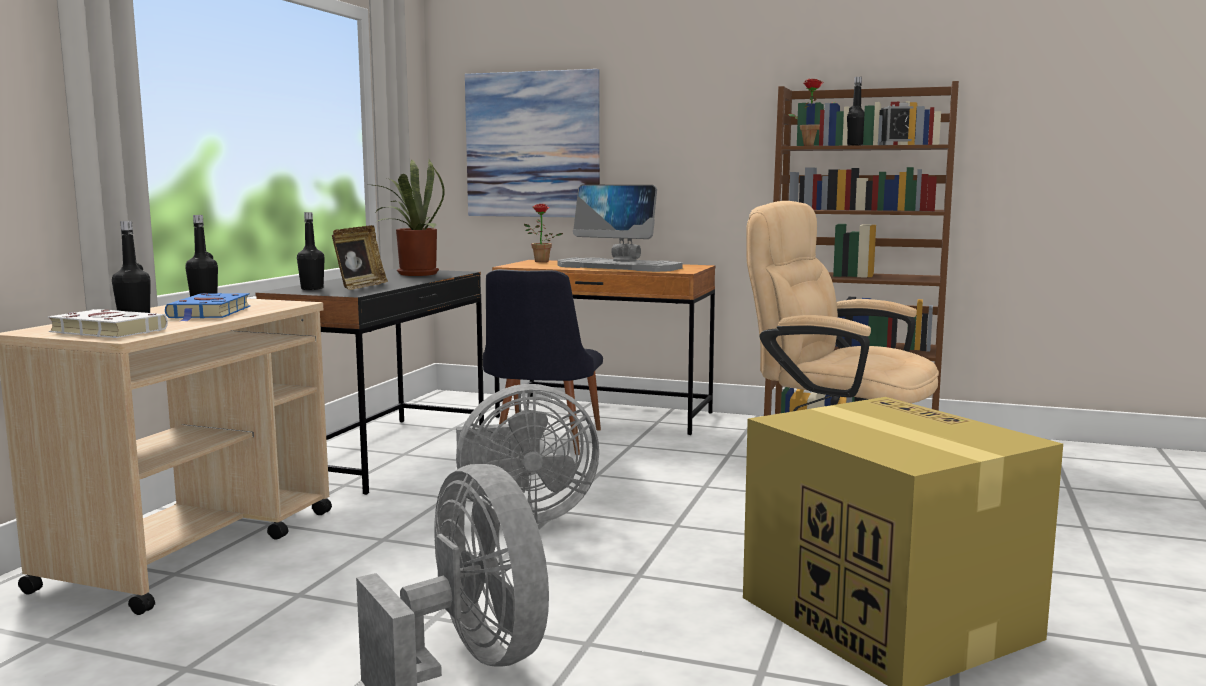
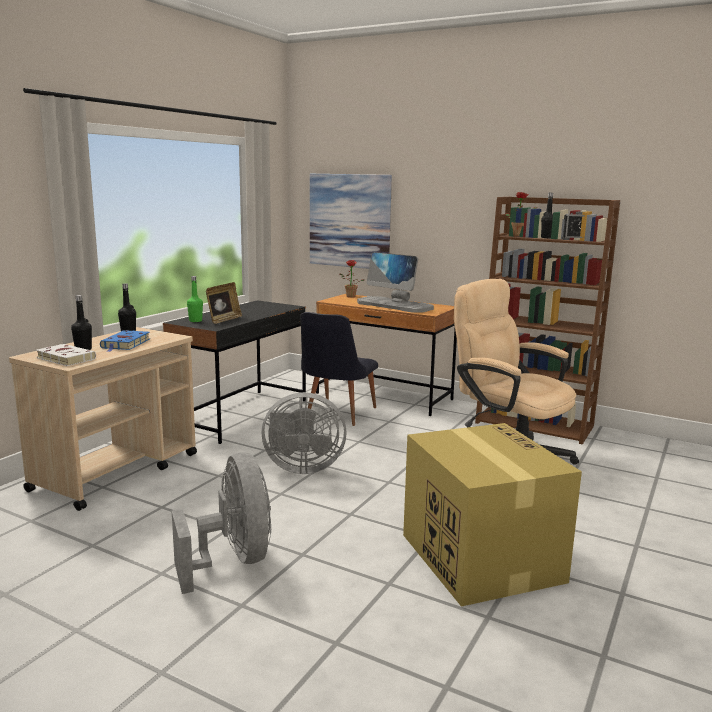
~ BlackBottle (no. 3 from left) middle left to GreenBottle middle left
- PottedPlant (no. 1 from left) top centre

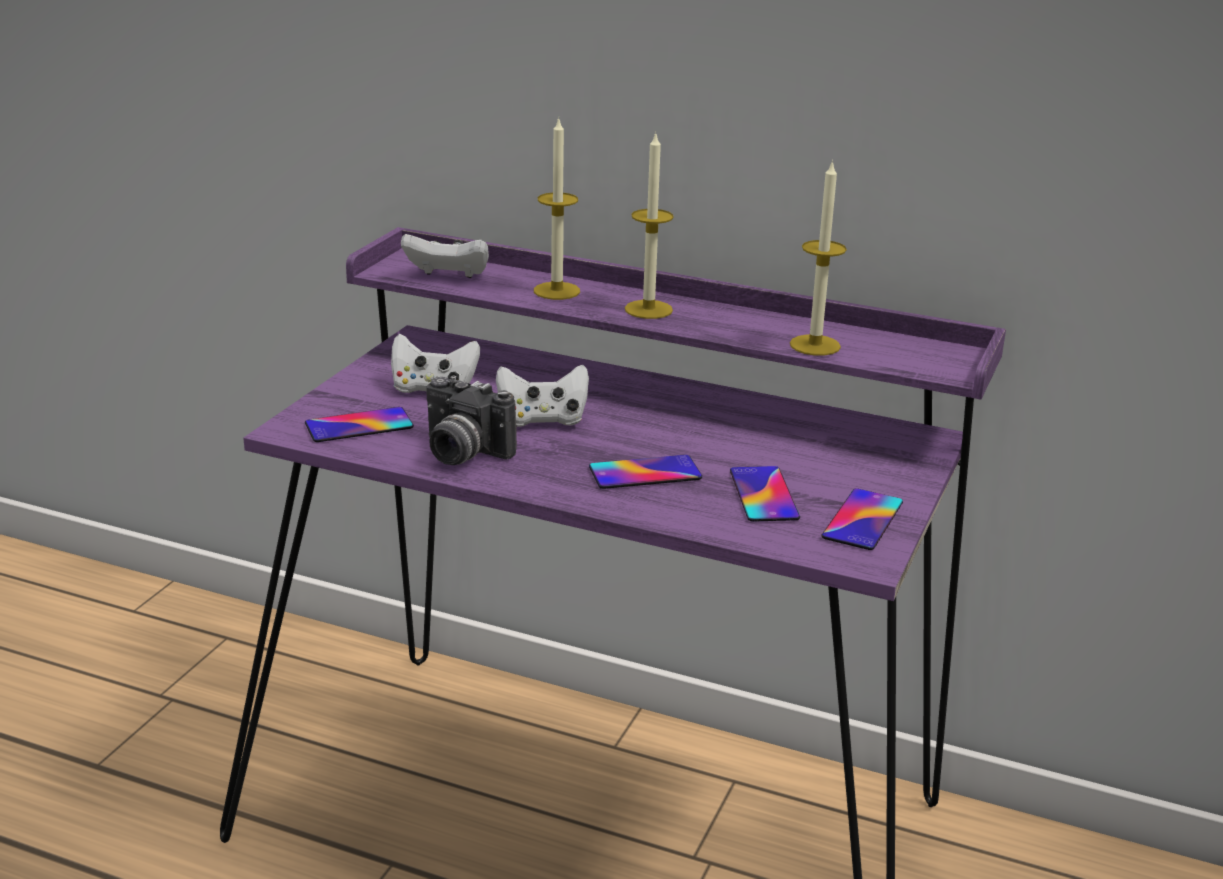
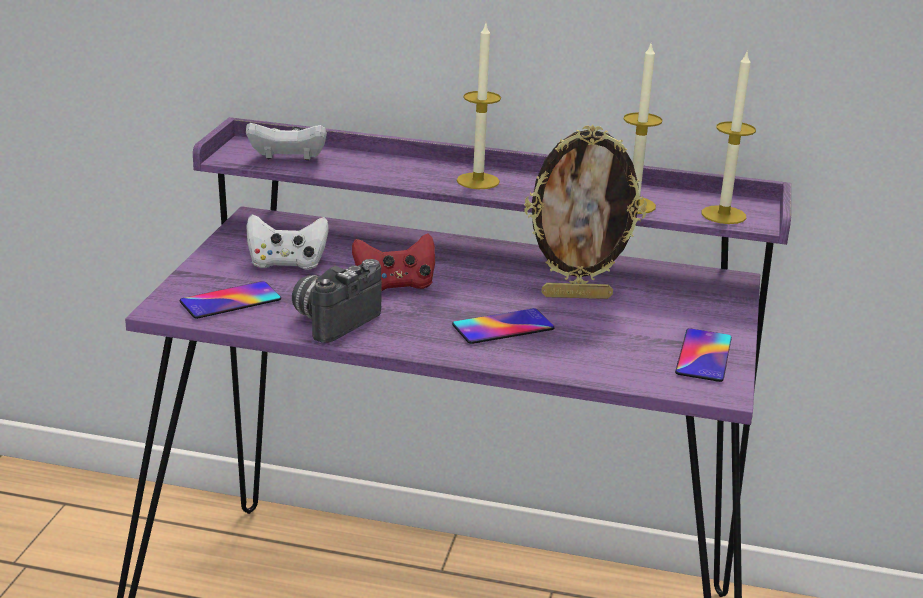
~ PhotoCamera centre = centre 105 degrees clockwise
~ WhiteGameController (no. 3 from left) centre to RedGameController centre
+ PictureFrame centre
~ Candle (no. 1 from left in the first image) top centre to Candle (no. 3 from left) top right
- Phone (no. 3 from left) centre

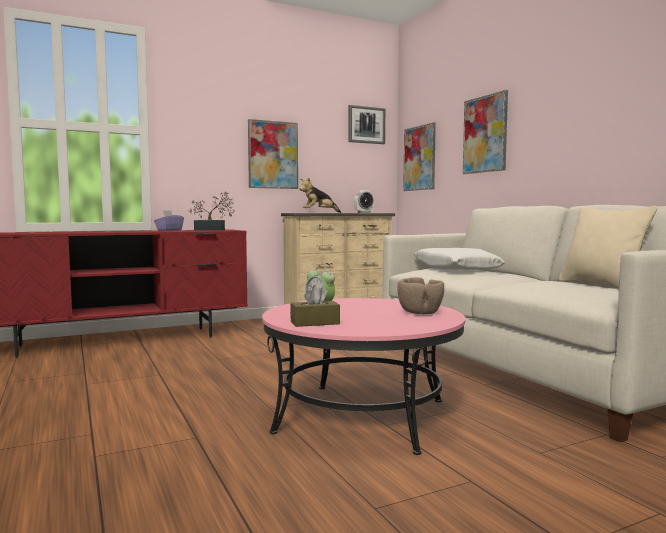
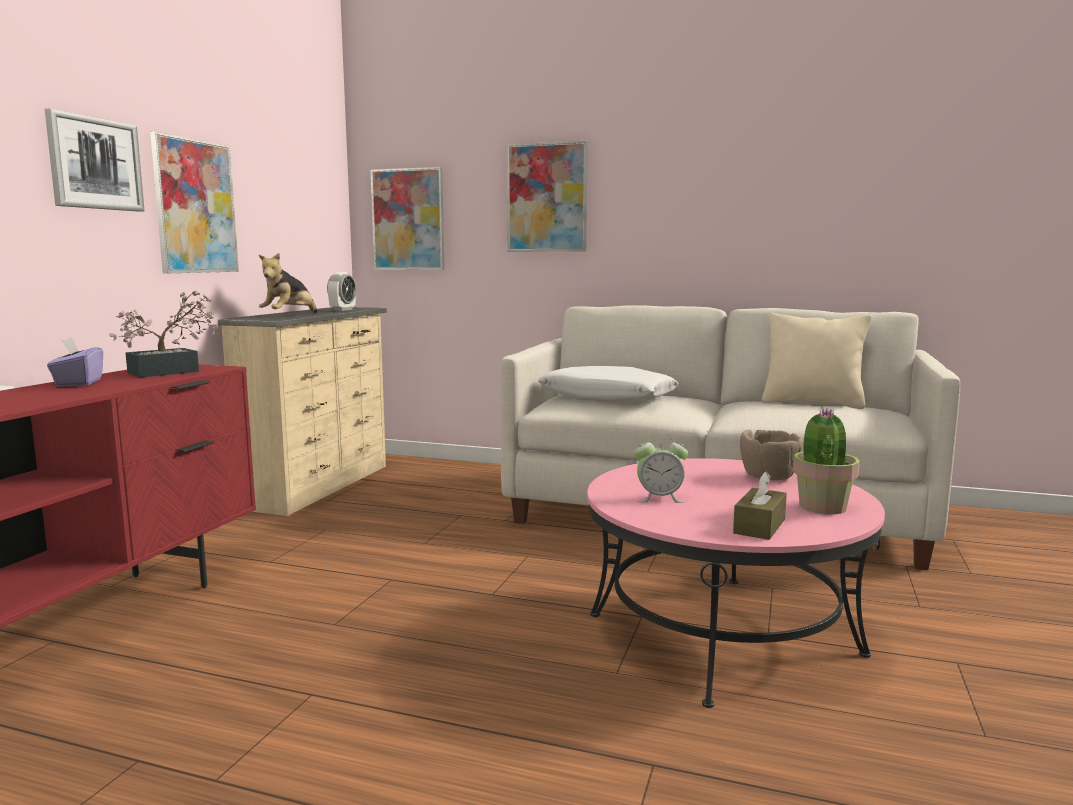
~ Picture (no. 2 from left in the first image) top centre to Picture (no. 1 from left) top left
+ PottedPlant (no. 2 from left) middle right

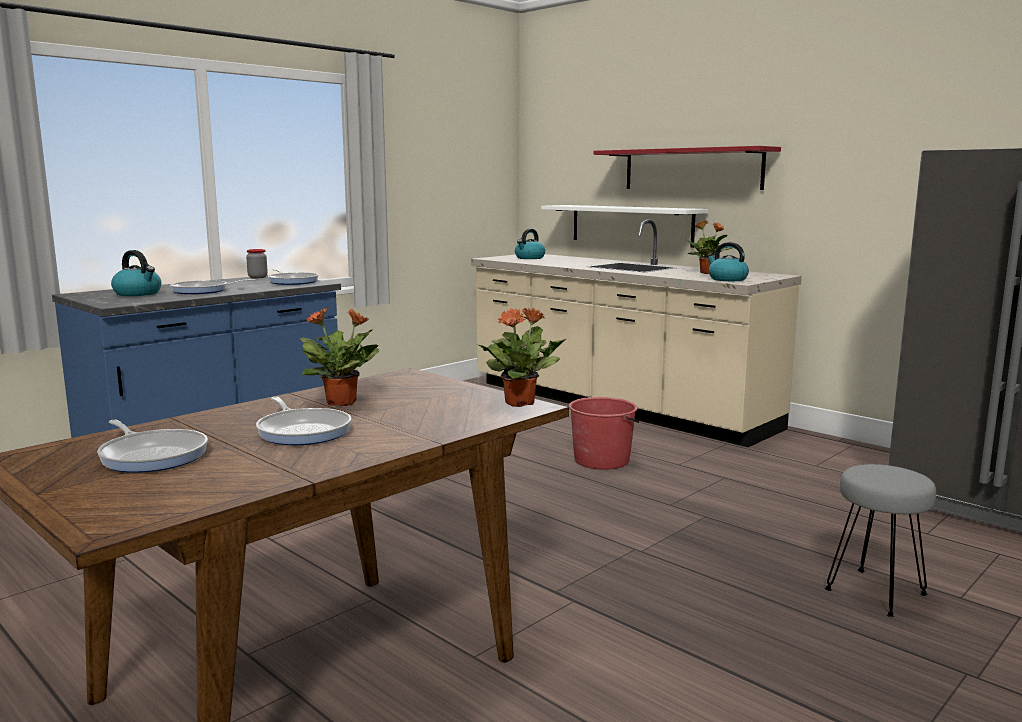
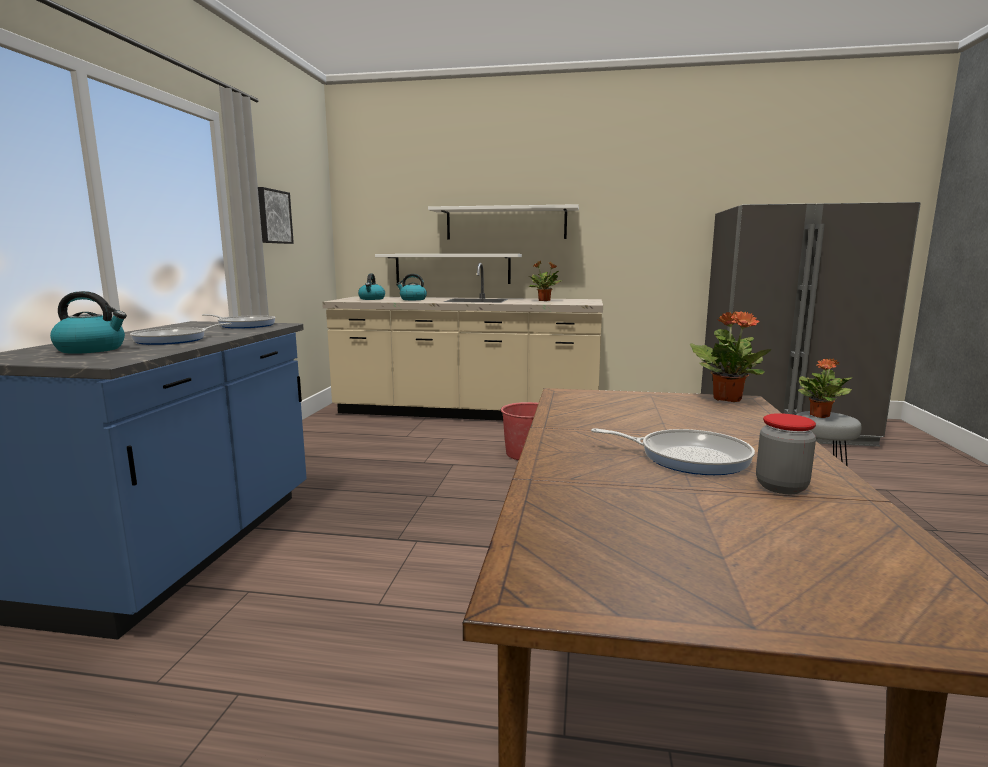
+ Picture top left
~ Kettle (no. 3 from left) middle right to centre
~ RedShelf top right to WhiteShelf (no. 2 from left) top centre
~ Jar middle left to middle right
~ PottedPlant (no. 1 from left in the first image) middle left to PottedPlant (no. 3 from left) middle right
- FryingPan (no. 1 from left) middle left

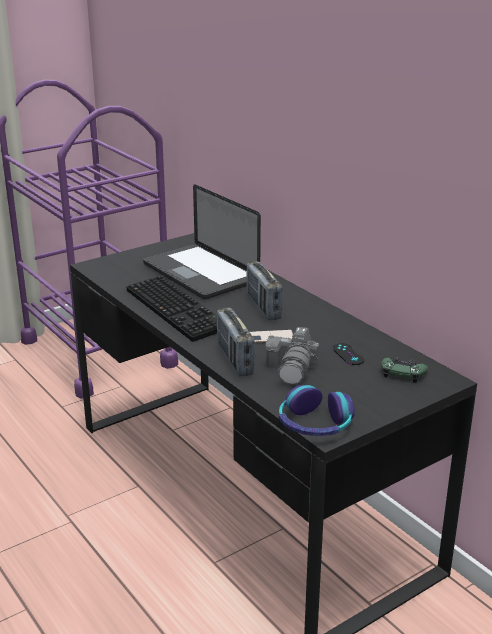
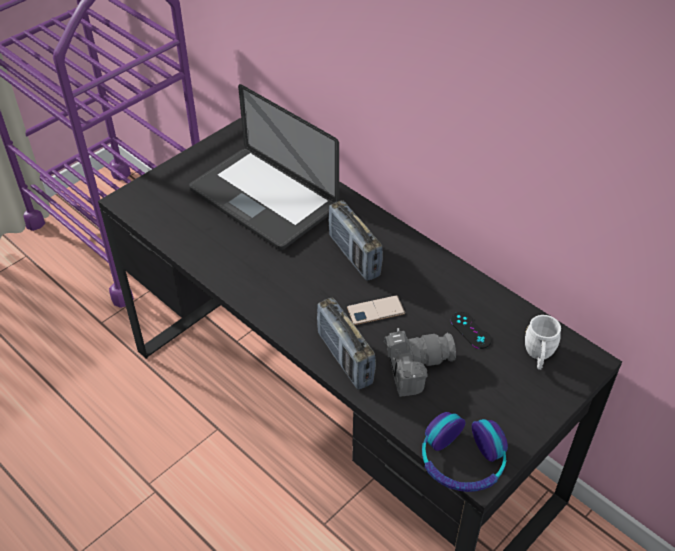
~ PhotoCamera centre = centre 105 degrees counterclockwise
~ GreenGameController middle right to WhiteMug middle right
- Keyboard centre

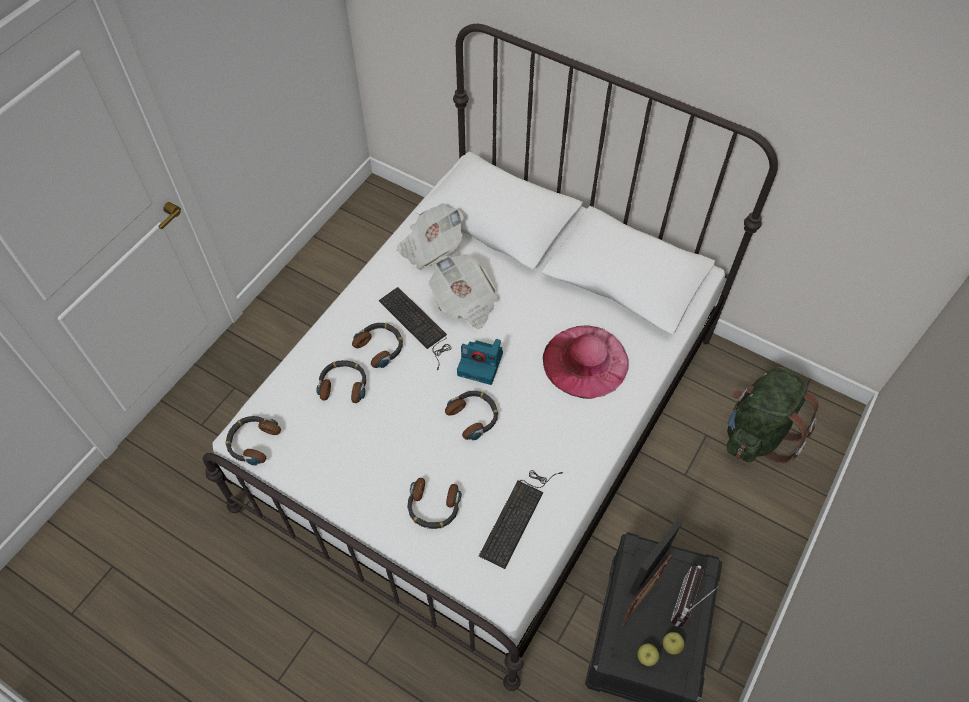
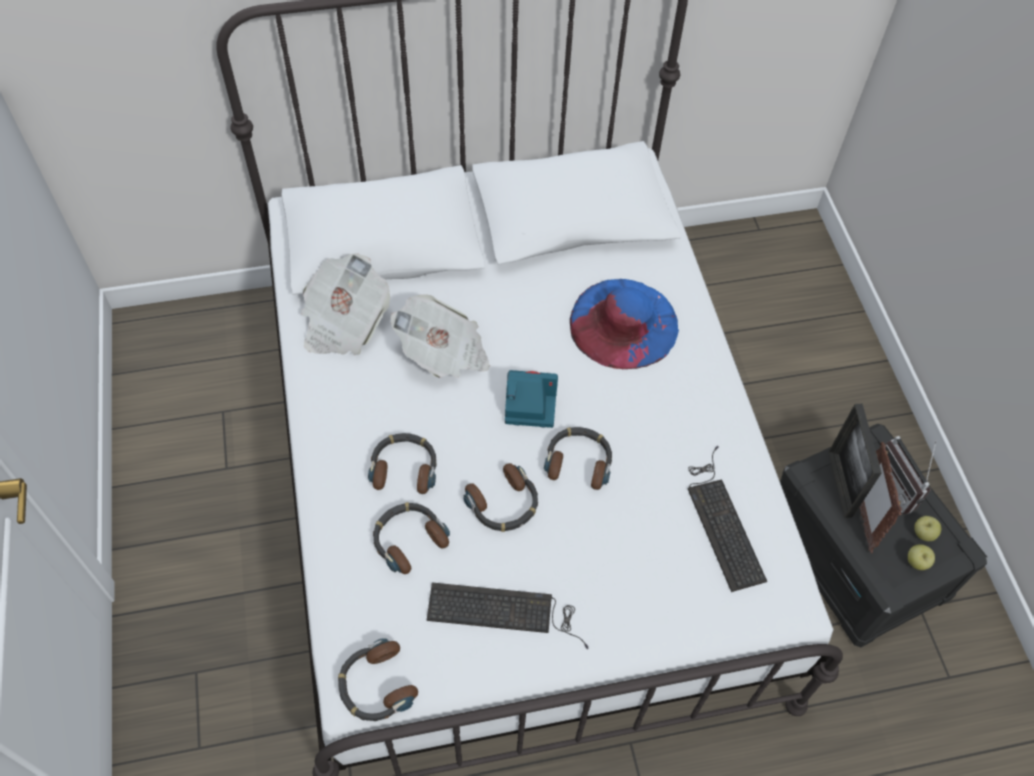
~ Keyboard (no. 1 from left) centre to bottom centre
~ Headphones (no. 4 from left) bottom centre to centre
~ PhotoCamera centre = centre 150 degrees counterclockwise
~ PinkHat centre to BlueHat centre
- GreenBackpack middle right

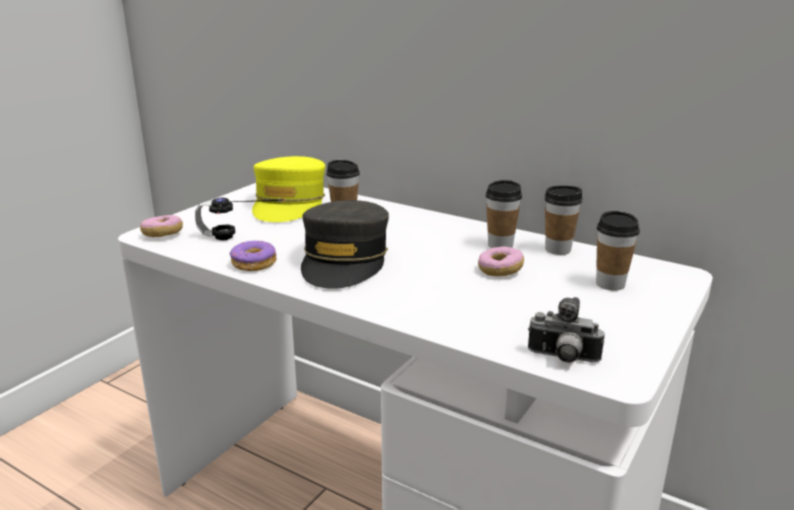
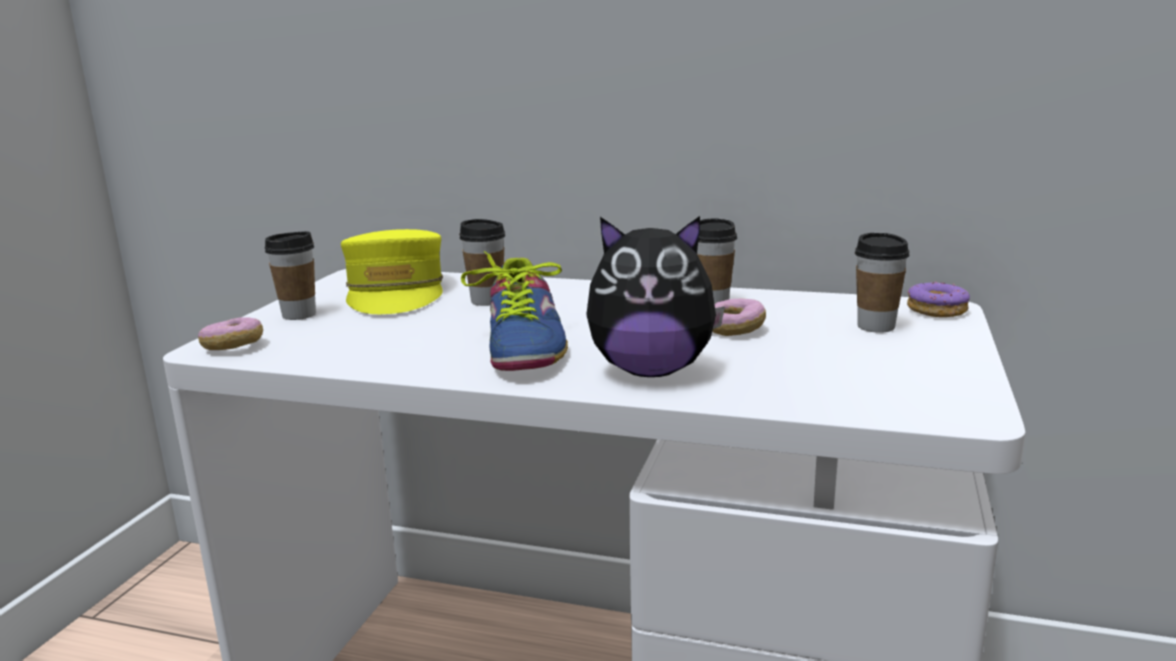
~ Cup (no. 3 from left in the first image) middle right to Cup (no. 1 from left) middle left
~ GreyCap centre to Shoe centre
+ PlushToy centre
~ Donut (no. 2 from left in the first image) middle left to Donut (no. 3 from left) middle right
- Headphones middle left
- PhotoCamera middle right

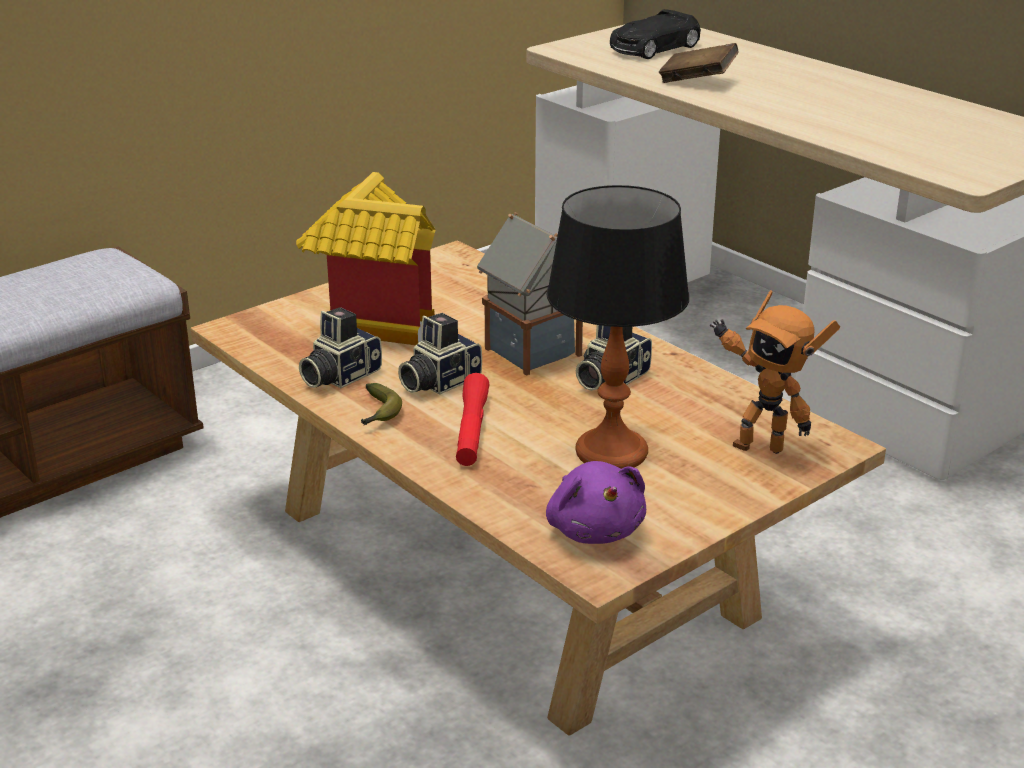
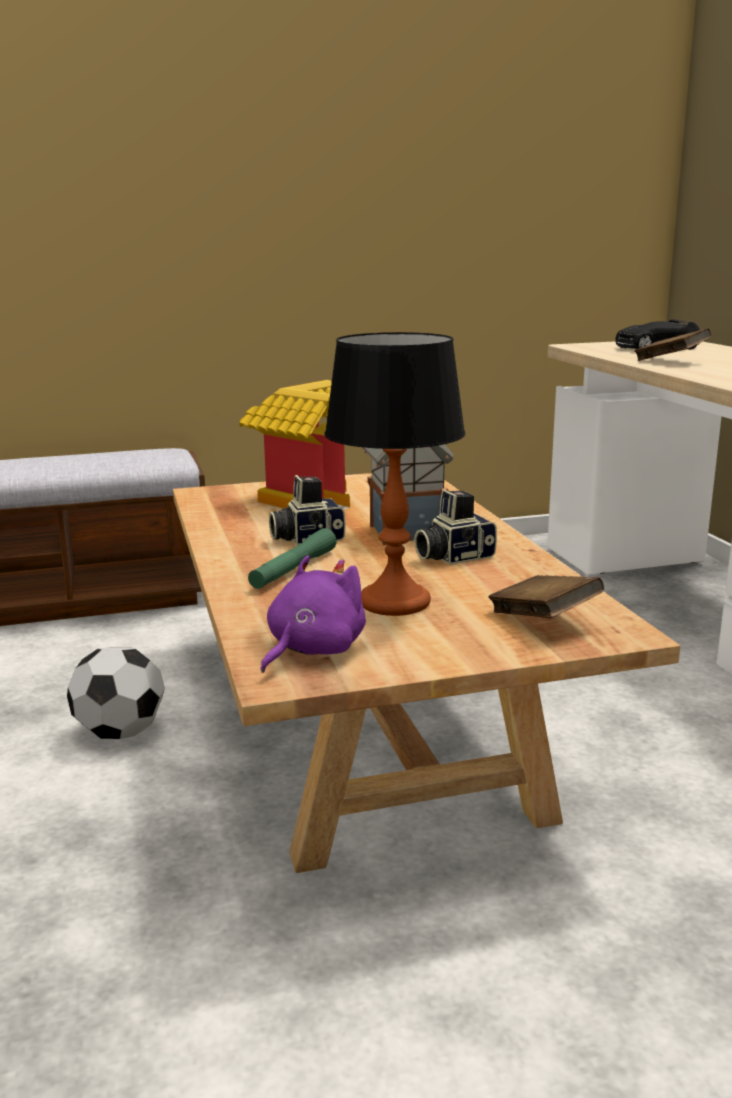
+ Football middle left
~ RedFlashlight centre to GreenFlashlight centre
~ PurplePlushToy centre = centre 150 degrees counterclockwise
~ ToyRobot middle right to BrownBook (no. 1 from left) middle right
- PhotoCamera (no. 1 from left) middle left
- Banana centre

